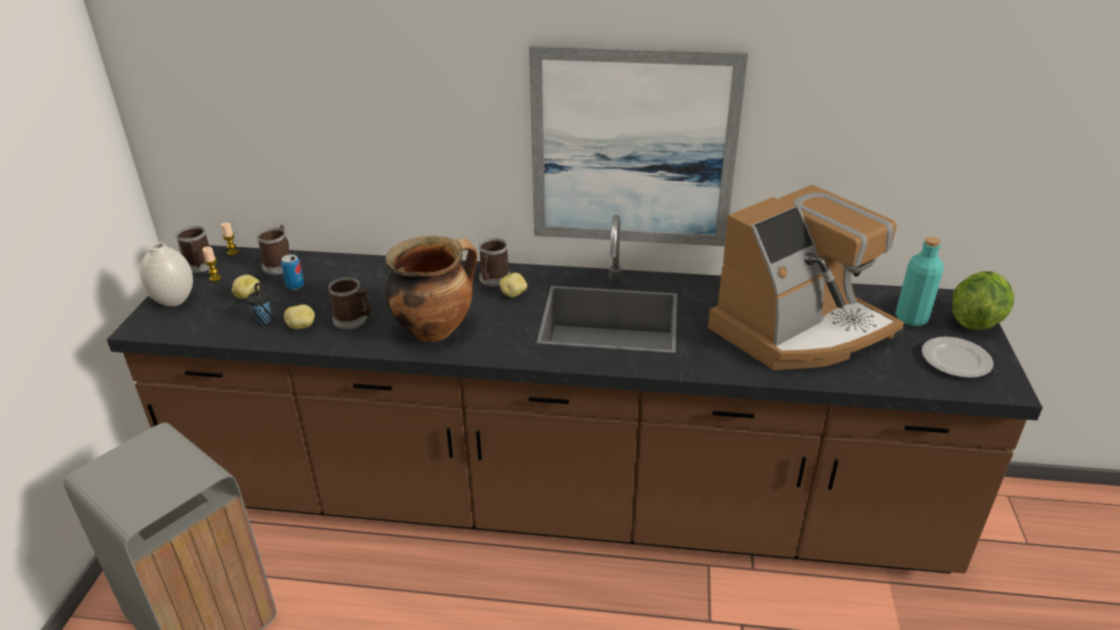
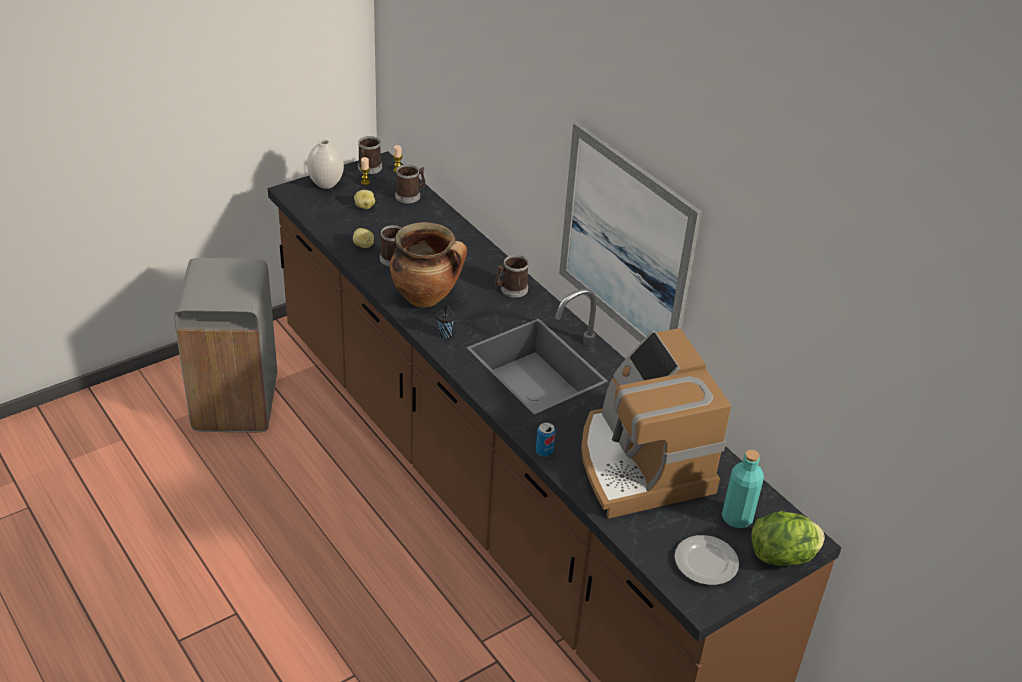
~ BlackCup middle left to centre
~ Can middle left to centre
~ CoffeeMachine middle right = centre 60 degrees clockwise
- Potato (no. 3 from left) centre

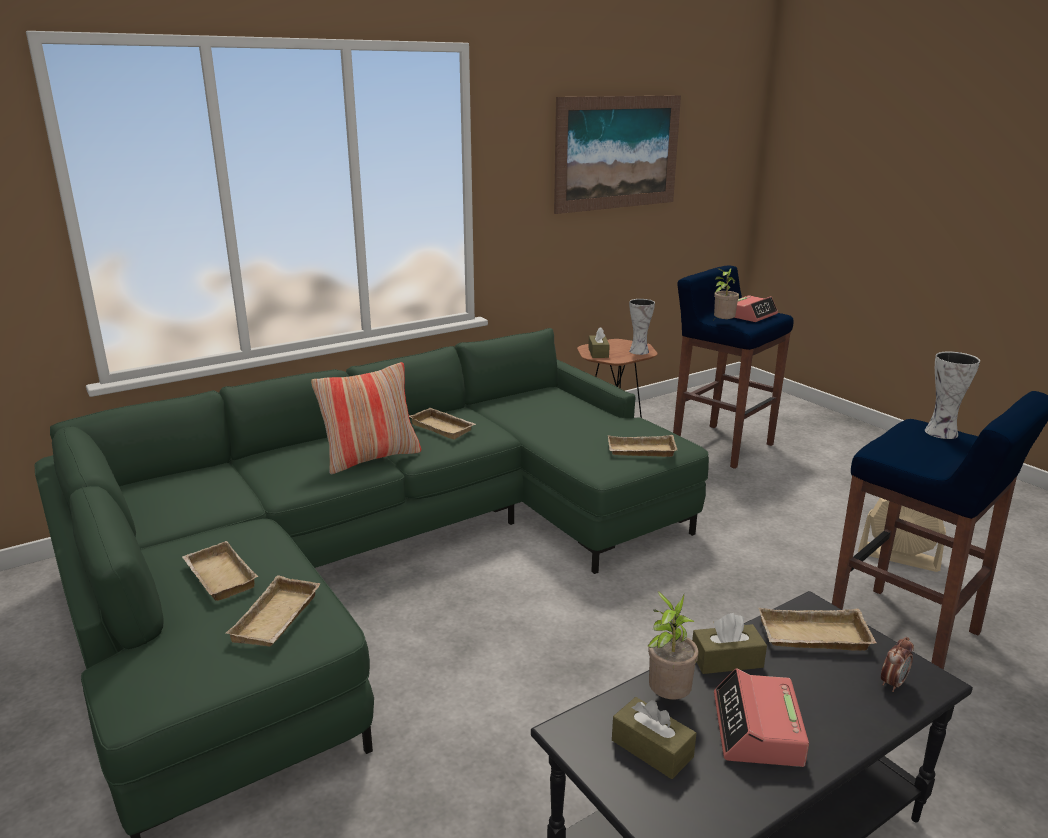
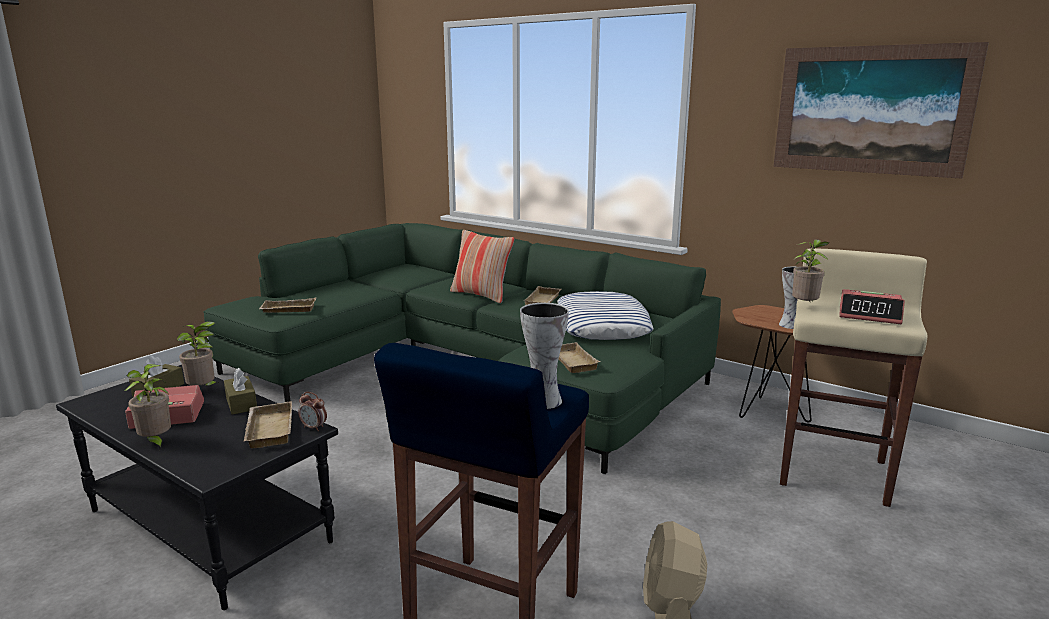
+ PottedPlant (no. 1 from left) middle left
~ AlarmClock (no. 3 from left in the first image) bottom right to AlarmClock (no. 2 from left) middle left
+ Pillow (no. 2 from left) centre
~ BlueStool (no. 1 from left) middle right to BeigeStool middle right
- BeigeTray (no. 1 from left) bottom left
- BrownTissueBox (no. 1 from left) centre

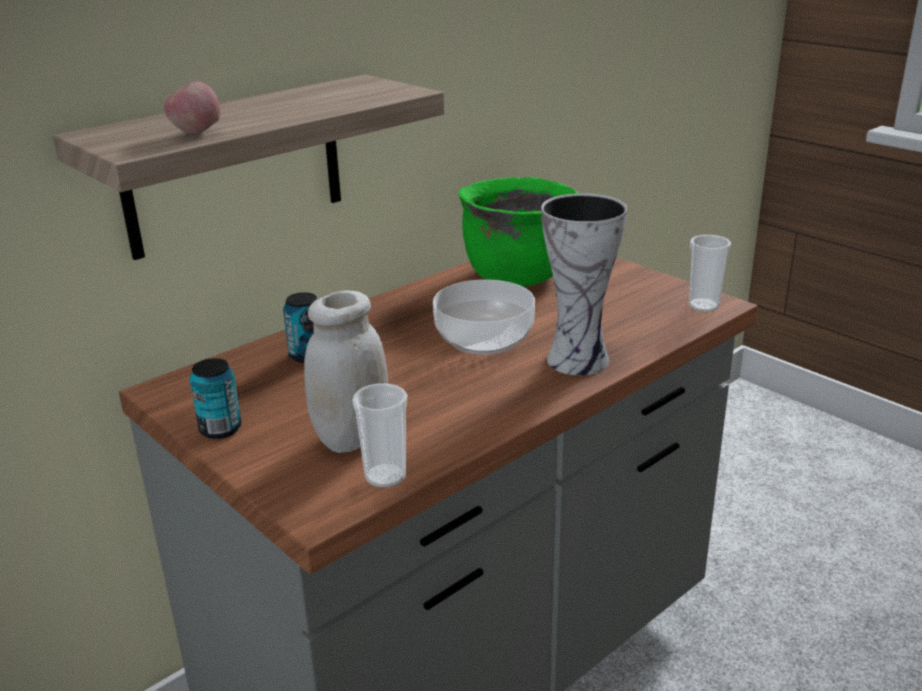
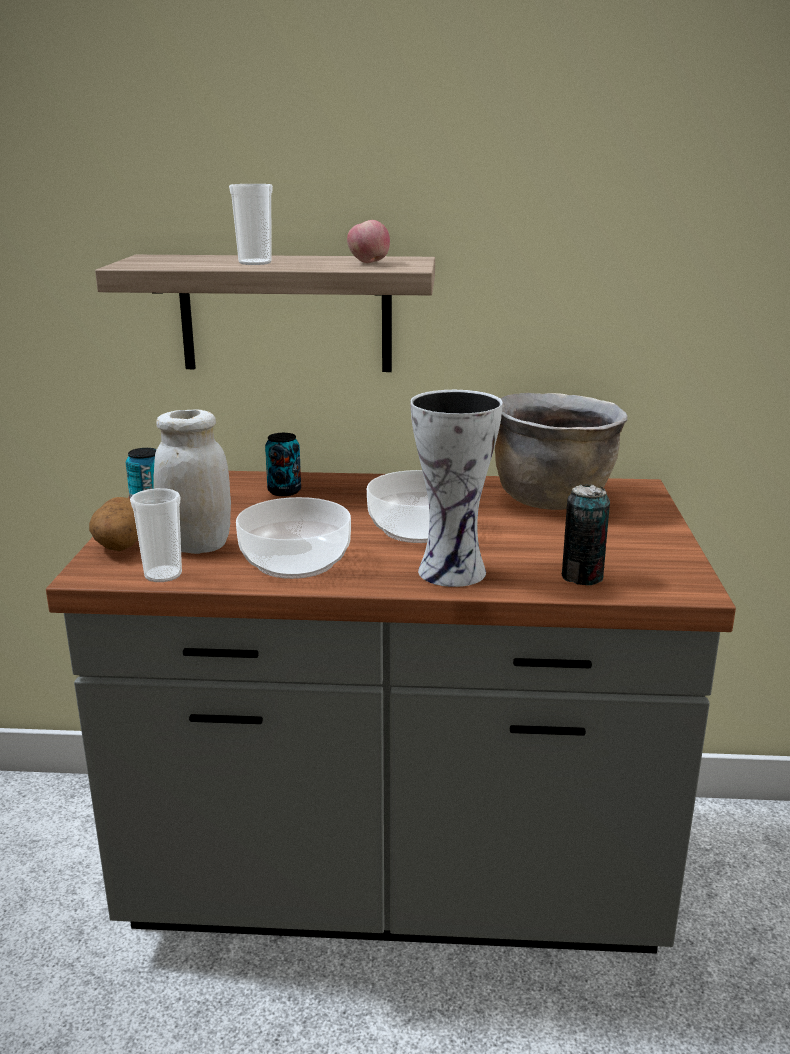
+ Potato middle left
~ Cup (no. 2 from left) middle right to top left
+ Bowl (no. 1 from left) centre
~ Apple top left to top centre
~ GreenCookingPot centre to BrownCookingPot middle right
+ Can (no. 3 from left) middle right

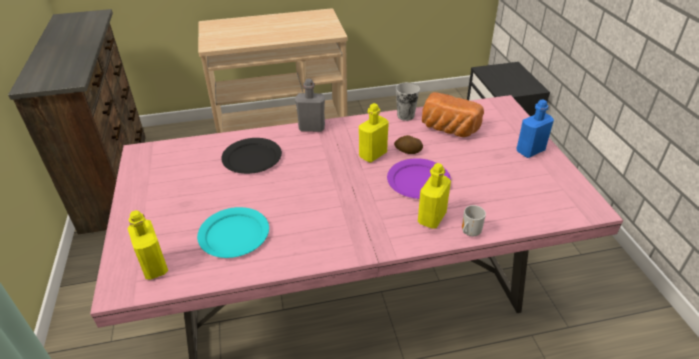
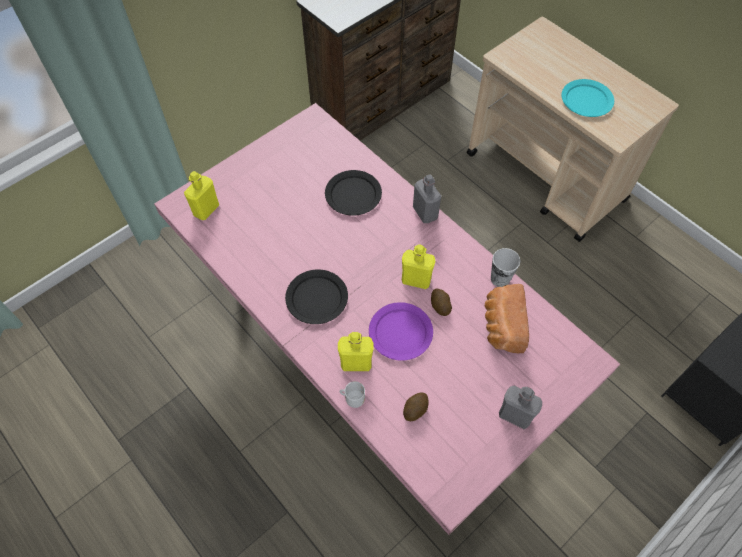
+ BlackPlate (no. 1 from left) centre
+ Potato (no. 1 from left) bottom centre
~ BlueBottle middle right to GreyBottle (no. 2 from left) bottom right
~ TurquoisePlate centre to top right

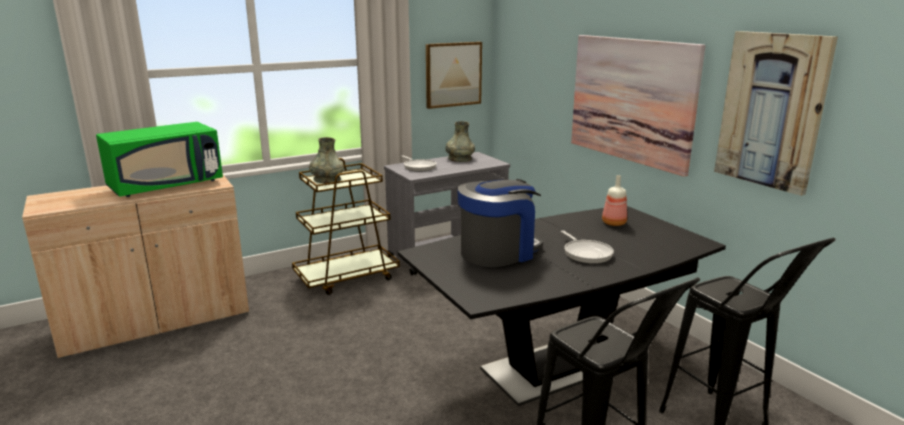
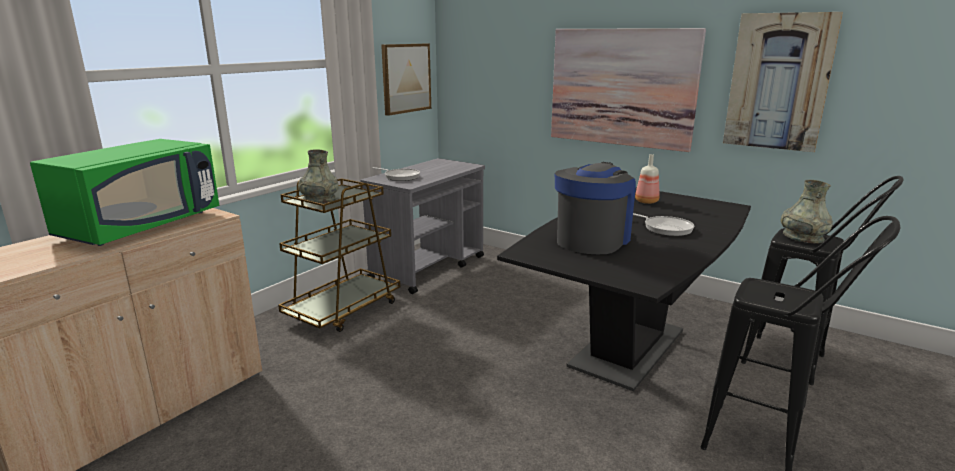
~ GreyVase (no. 2 from left) top centre to middle right

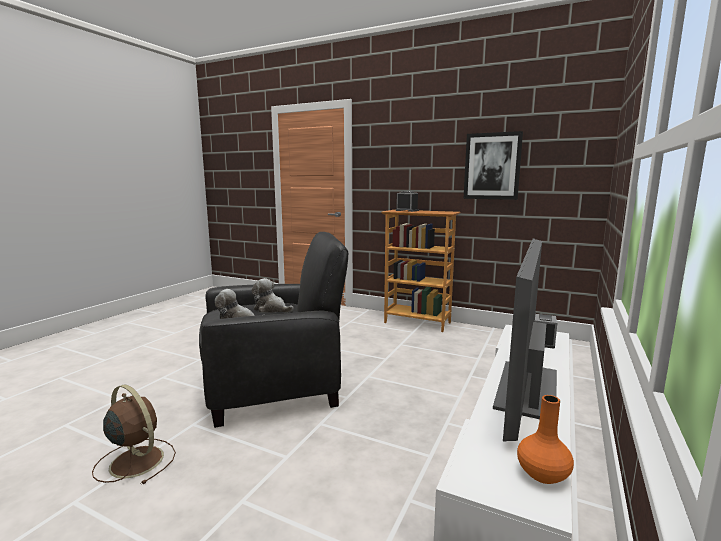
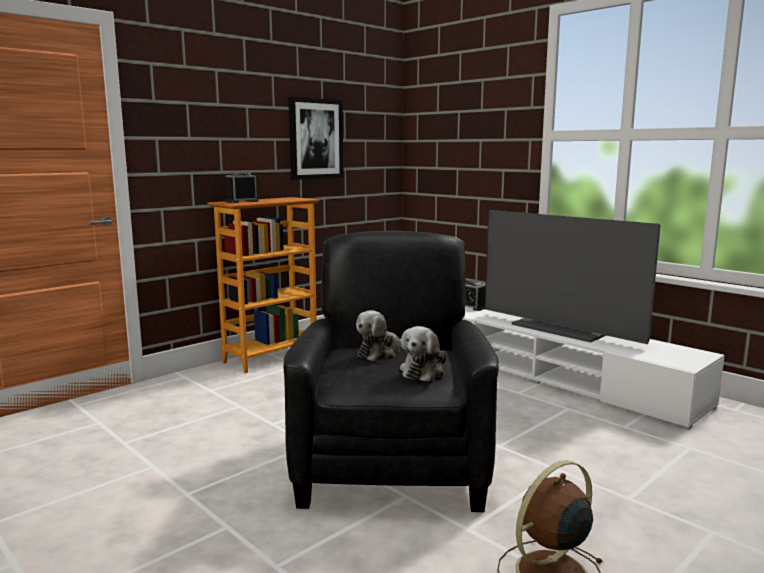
- OrangeVase bottom right

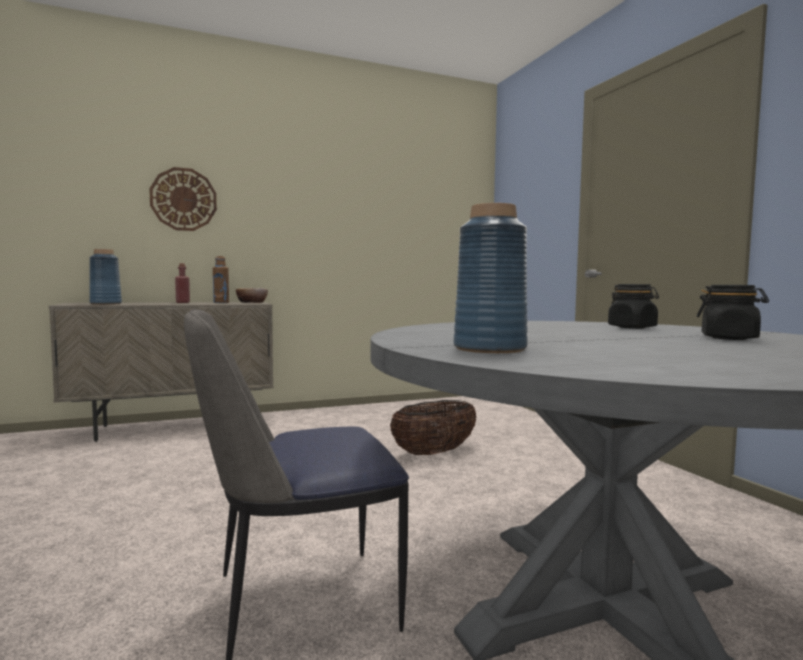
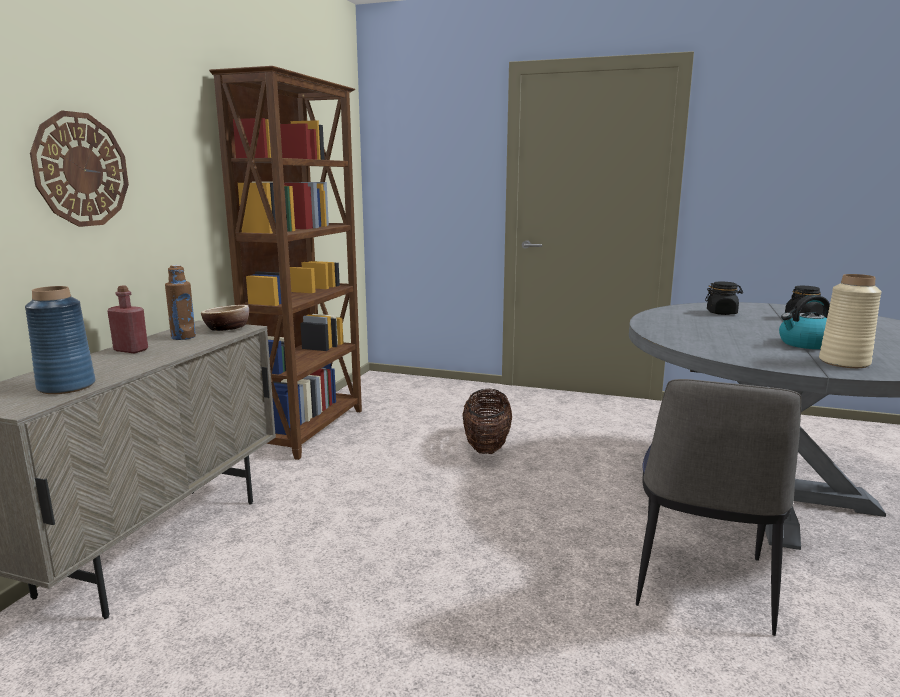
+ BrownBookcase middle left
+ Kettle middle right
~ BlueVase (no. 2 from left) centre to BeigeVase middle right

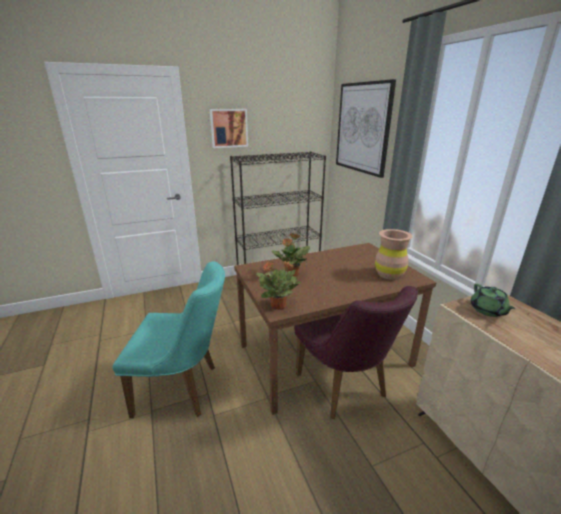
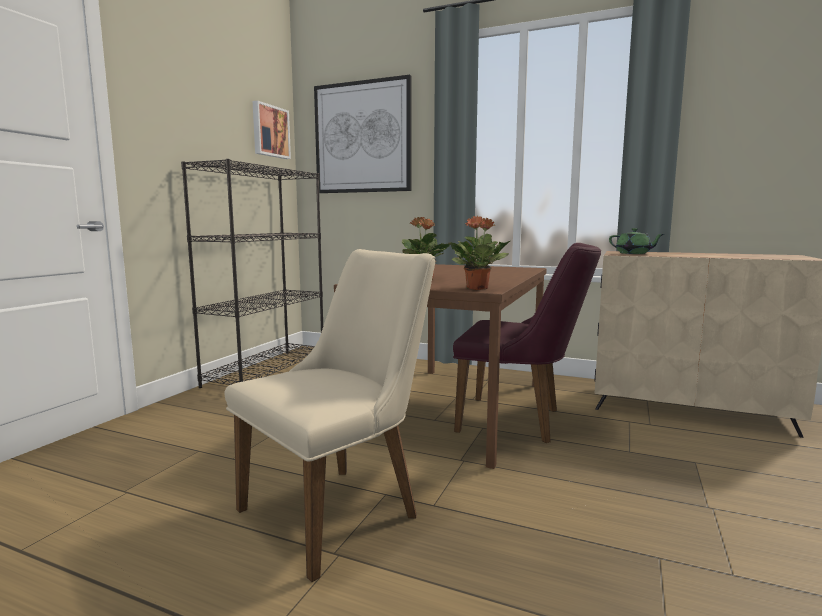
~ TurquoiseChair middle left to BeigeChair bottom centre
~ Picture (no. 1 from left) top centre to top left
- BrownVase middle right

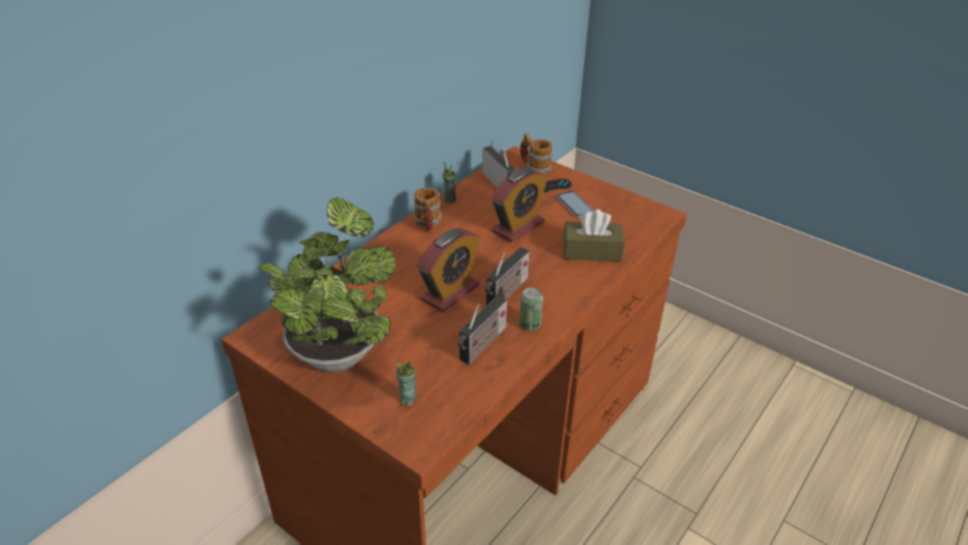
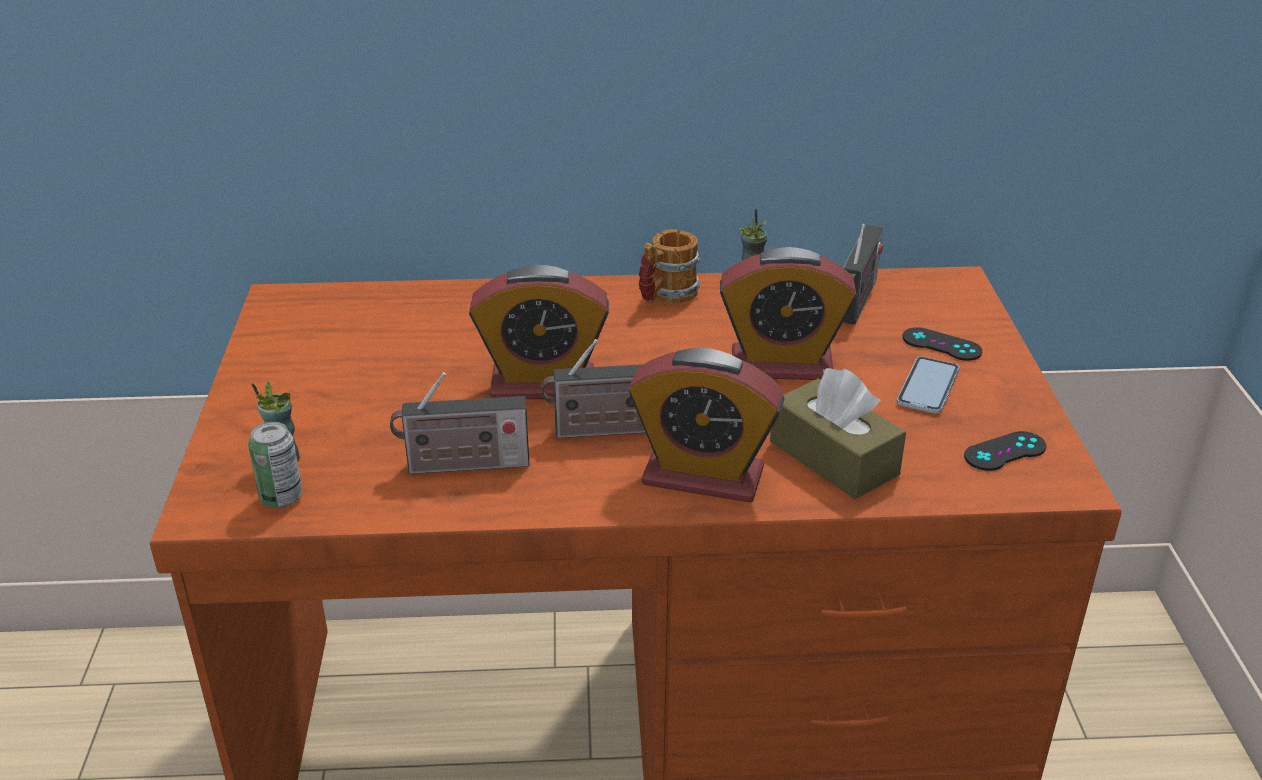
~ Can centre to middle left
+ AlarmClock (no. 2 from left) centre
+ BlackGameController (no. 2 from left) middle right
- PottedPlant centre
- Mug (no. 2 from left) top centre

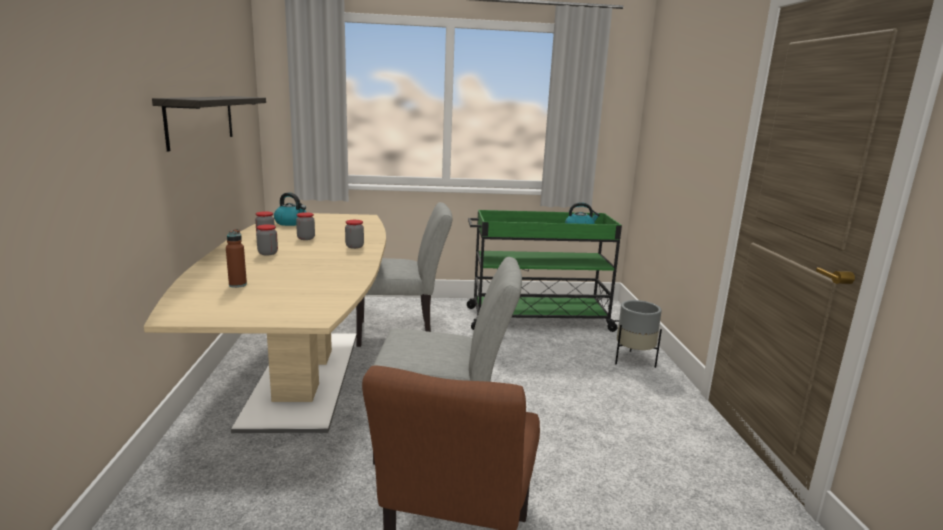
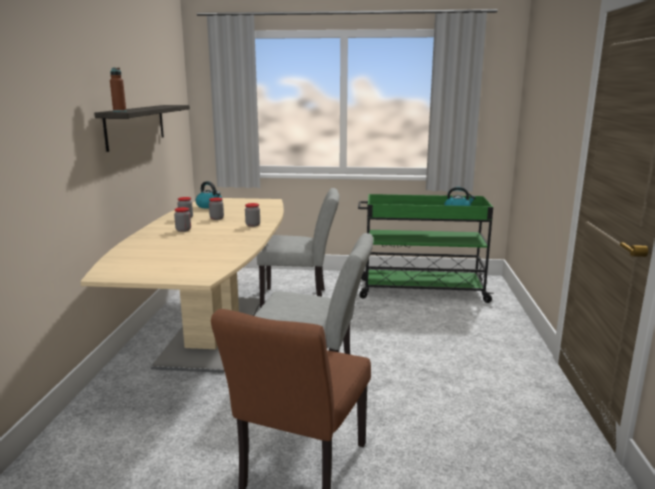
~ BrownBottle middle left to top left
- GreyPlanter middle right

